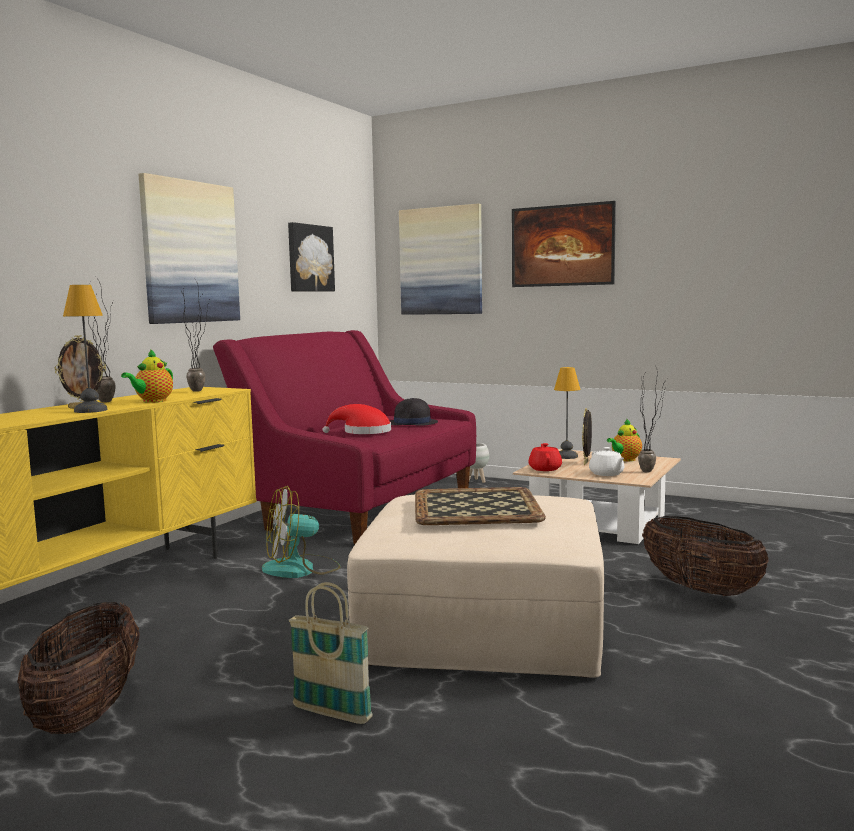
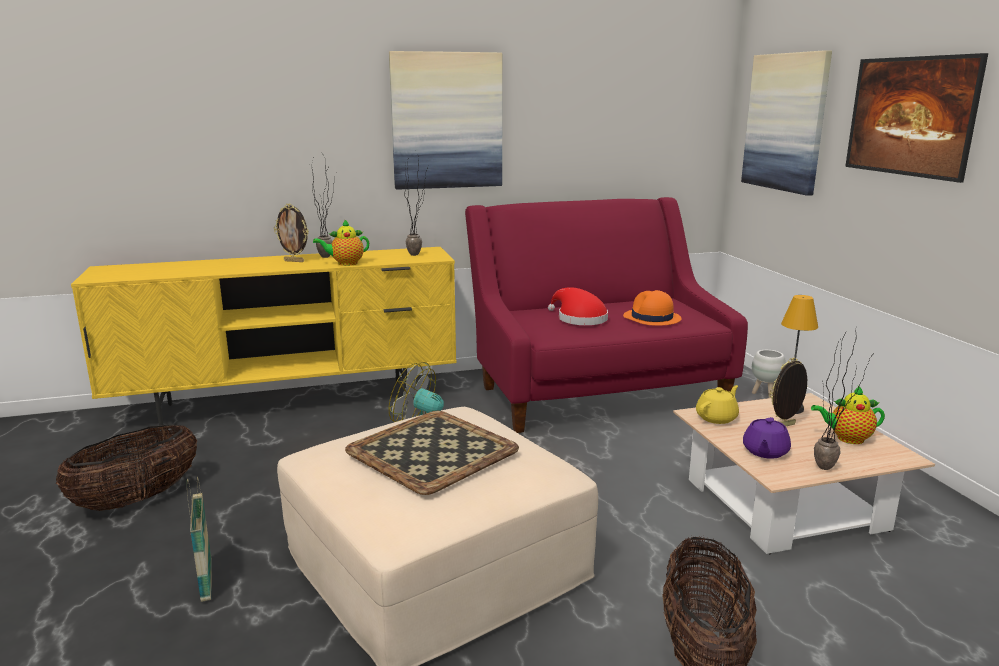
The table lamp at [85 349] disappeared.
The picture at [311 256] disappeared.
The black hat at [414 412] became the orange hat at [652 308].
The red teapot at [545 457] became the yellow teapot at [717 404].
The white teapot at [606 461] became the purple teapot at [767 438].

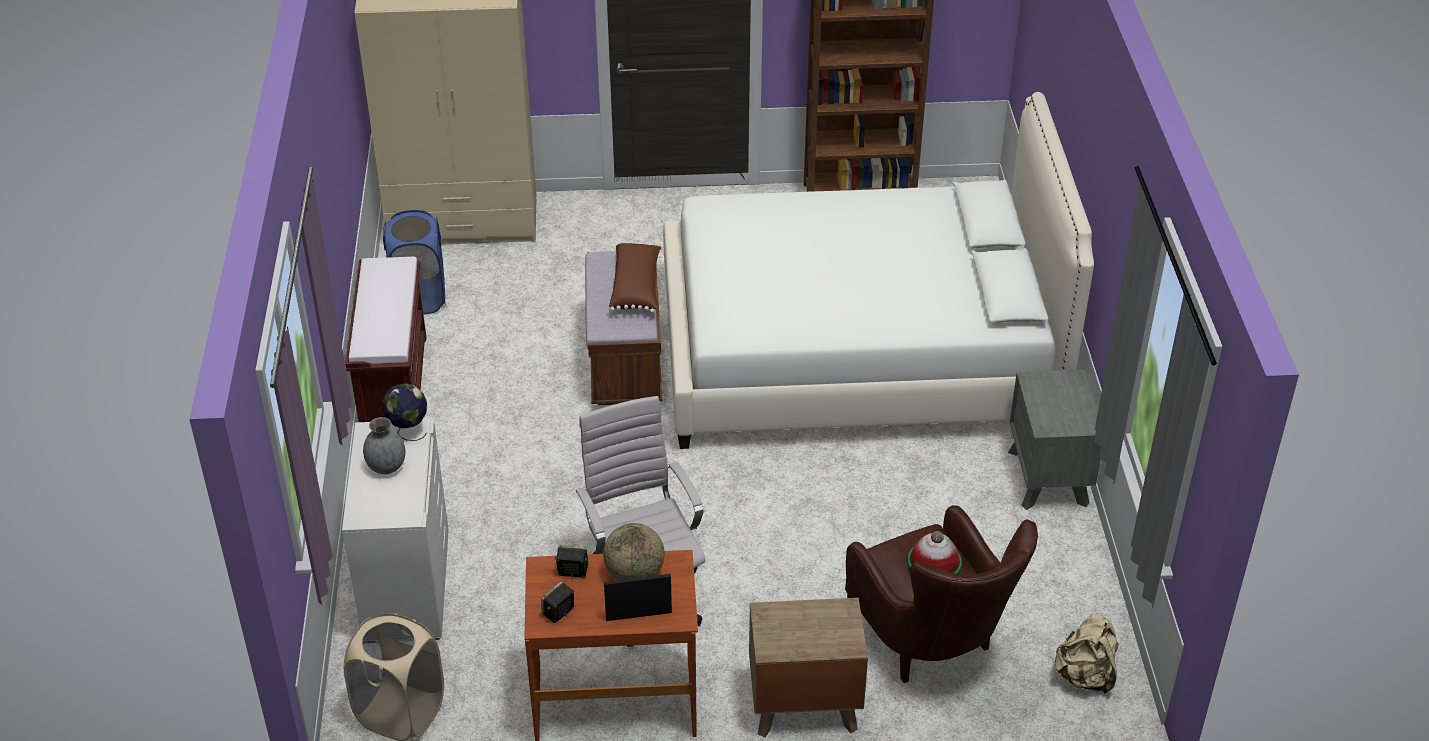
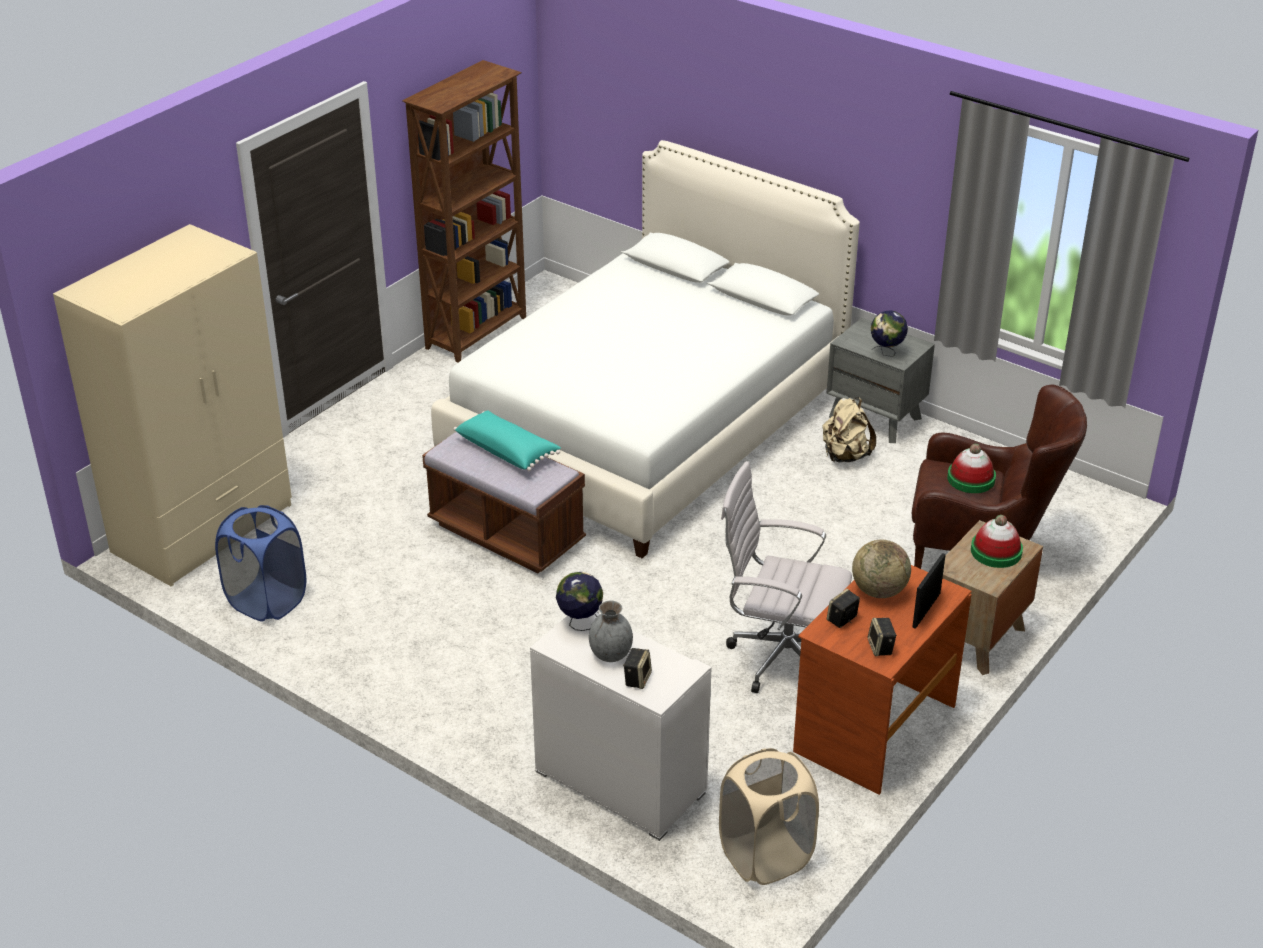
The brown bench at [386 339] disappeared.
The speaker at [637 668] appeared.
The globe at [889 334] appeared.
The hat at [997 541] appeared.
The beige backpack moved from [1085 654] to [849 430].
The brown pillow at [635 278] became the turquoise pillow at [507 440].

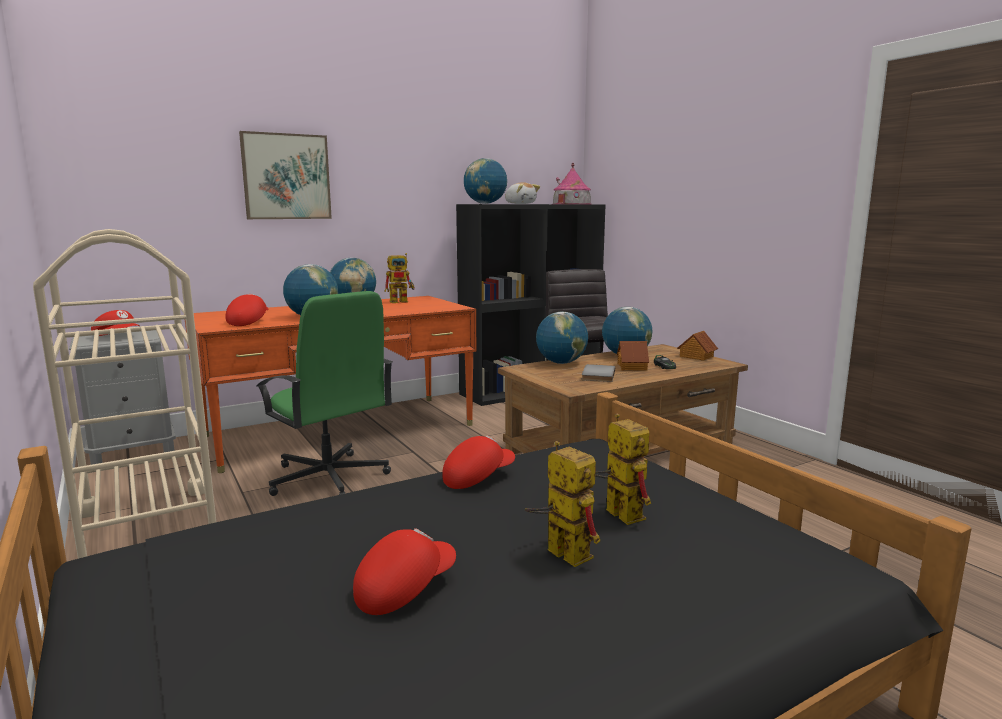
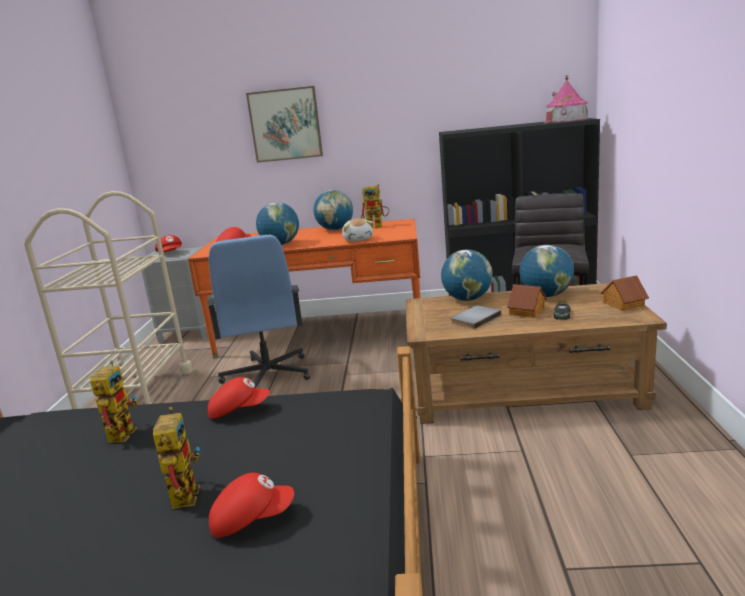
The globe at [485 181] disappeared.
The red cap moved from [404 571] to [251 505].
The plush toy moved from [522 193] to [358 230].
The toy robot moved from [623 469] to [114 401].
The green office chair at [324 393] became the blue office chair at [258 311].

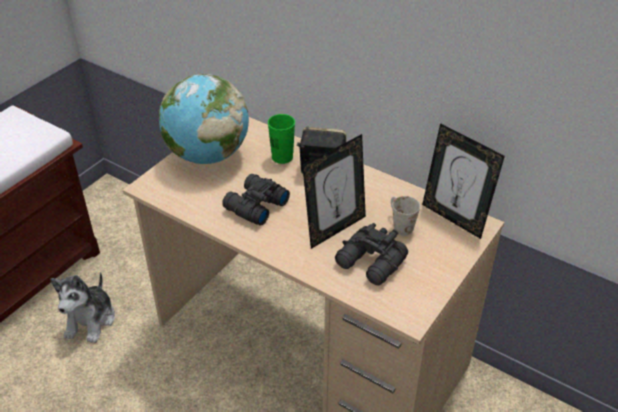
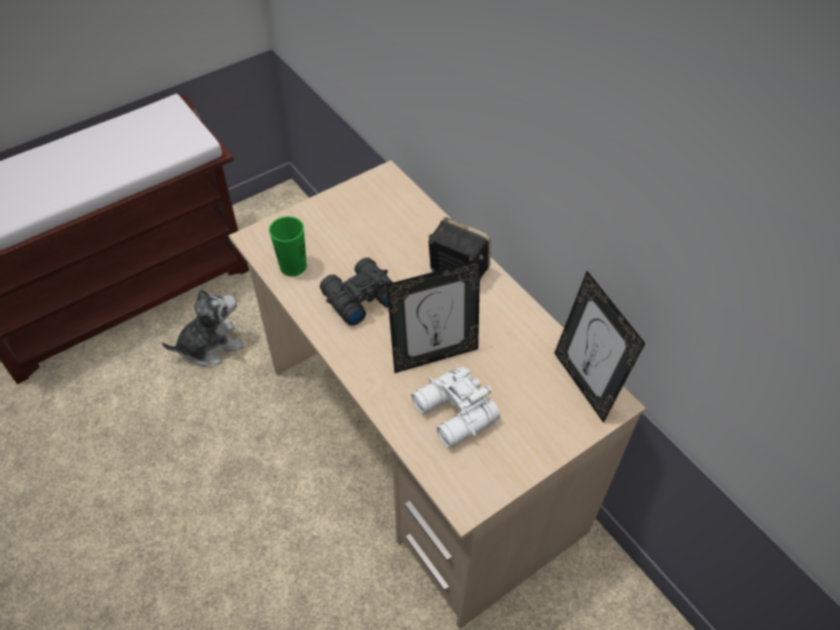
The globe at [204 119] disappeared.
The white mug at [405 216] disappeared.
The green cup moved from [281 139] to [288 246].
The black binoculars at [371 254] became the white binoculars at [455 407].
The plush toy at [82 307] turned 150 degrees counterclockwise.

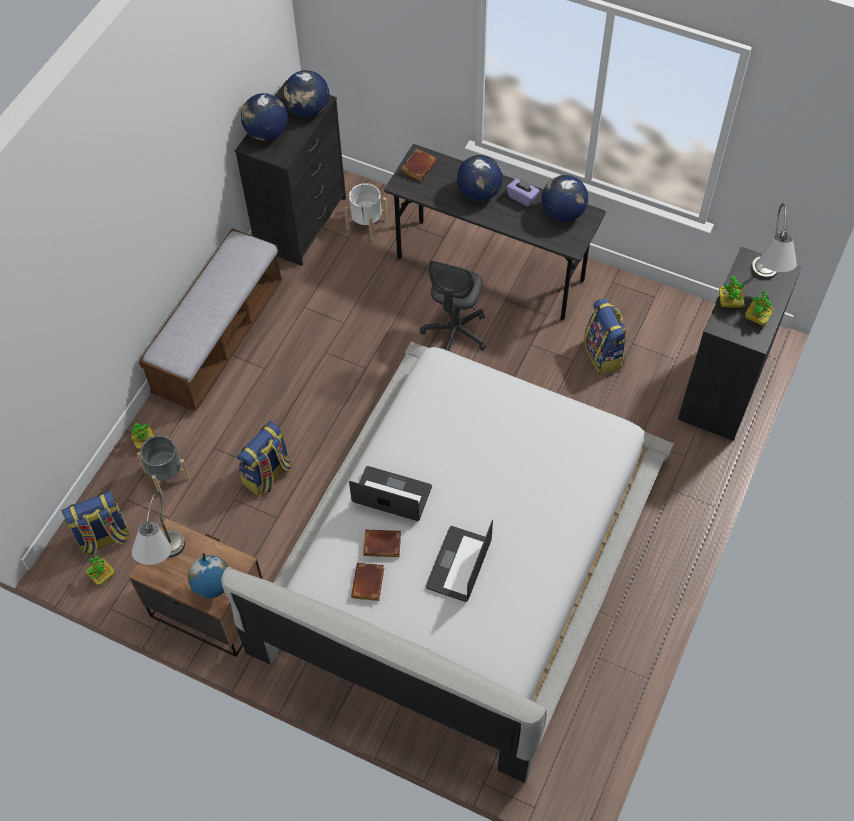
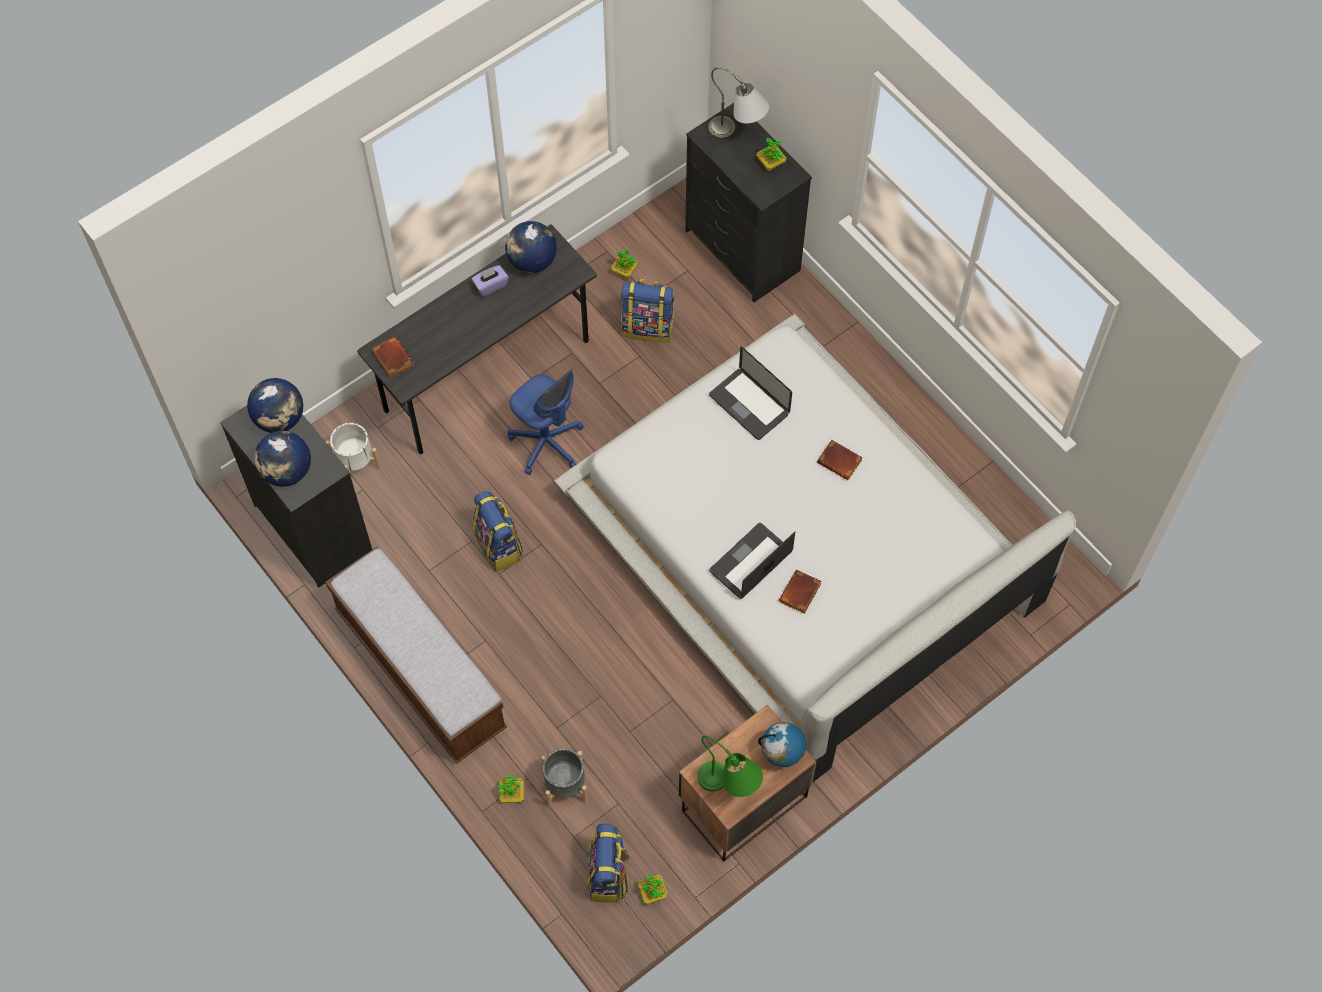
The globe at [480 178] disappeared.
The backpack moved from [264 459] to [498 531].
The brown book moved from [368 582] to [840 460].
The laptop moved from [459 561] to [750 393].
The potted plant moved from [731 292] to [624 264].
The grey table lamp at [158 528] became the green table lamp at [730 766].
The grey office chair at [453 306] became the blue office chair at [546 422].

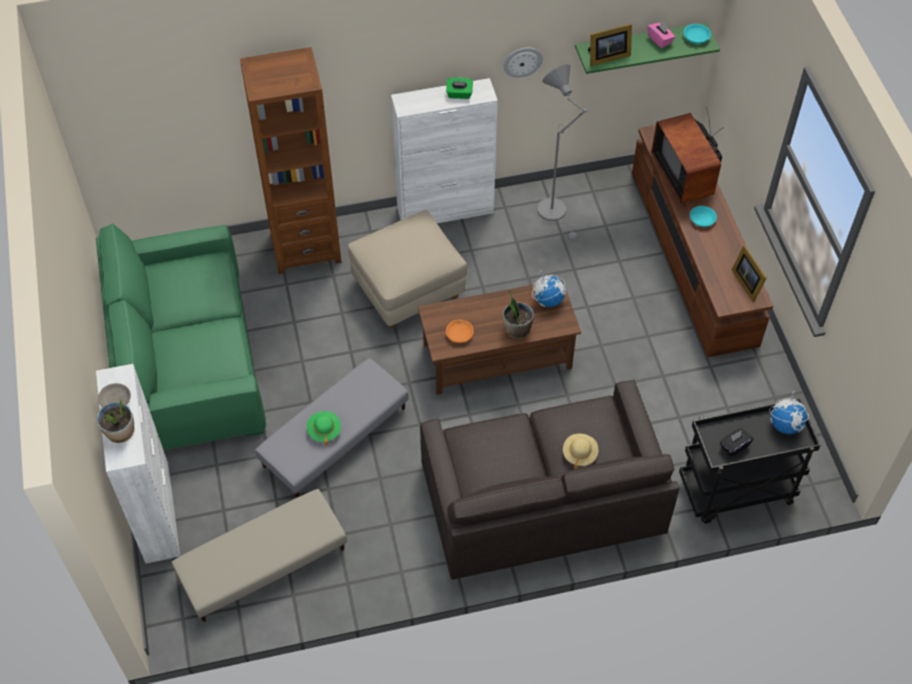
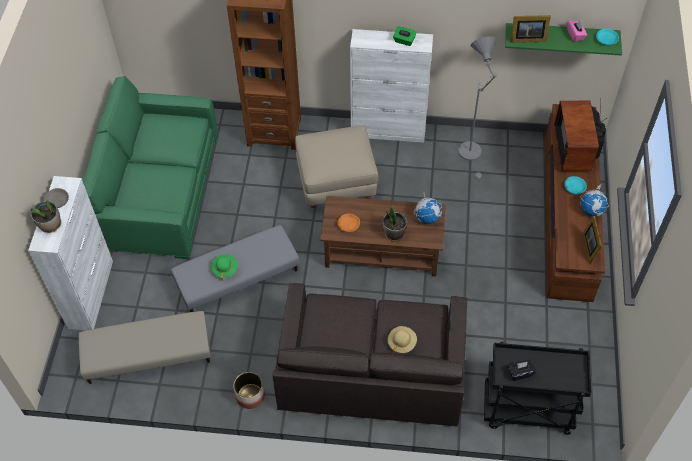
The wall clock at [523 62] disappeared.
The planter at [249 390] appeared.
The globe moved from [789 412] to [594 200].

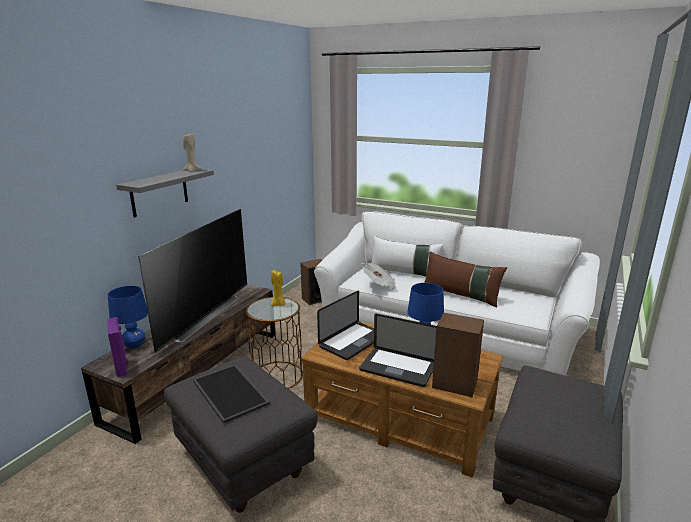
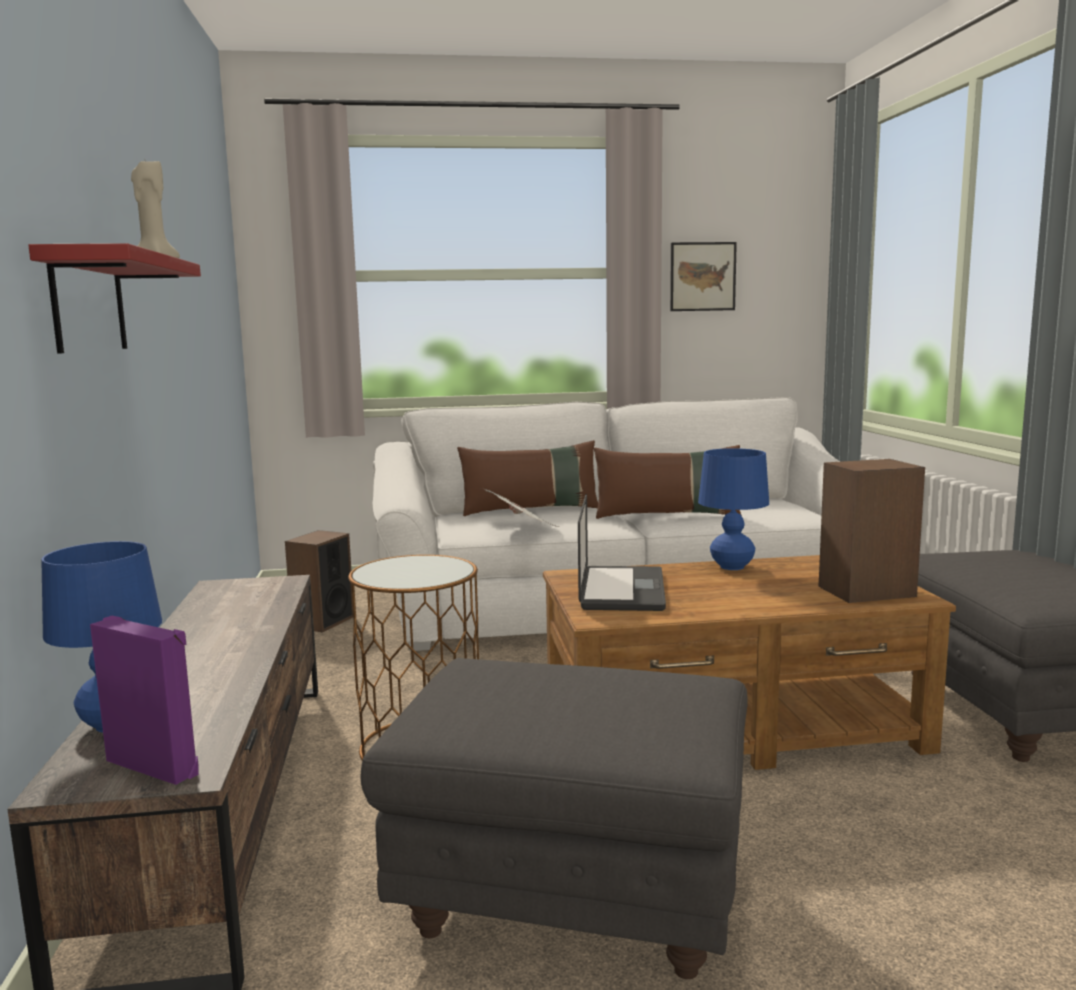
The television at [192 281] disappeared.
The tray at [231 394] disappeared.
The yellow candle at [278 288] disappeared.
The laptop at [397 350] disappeared.
The picture at [703 276] appeared.
The grey shelf at [165 193] became the red shelf at [114 298].
The white pillow at [407 256] became the brown pillow at [527 478].

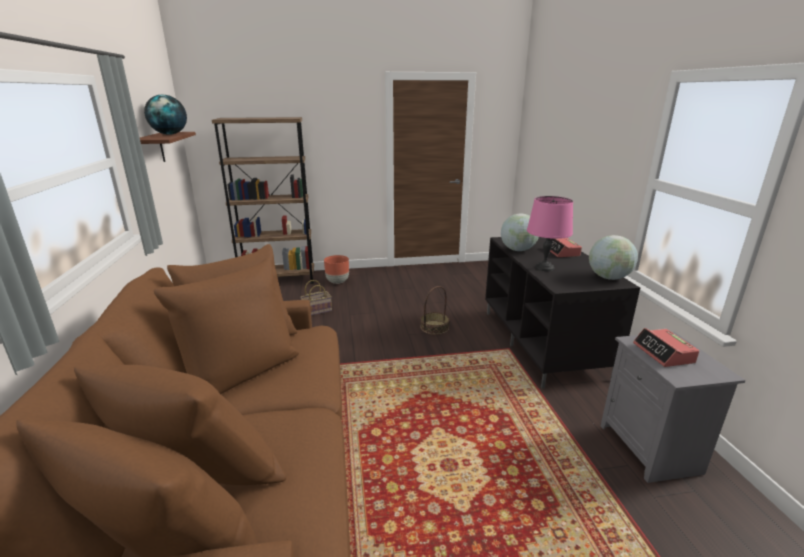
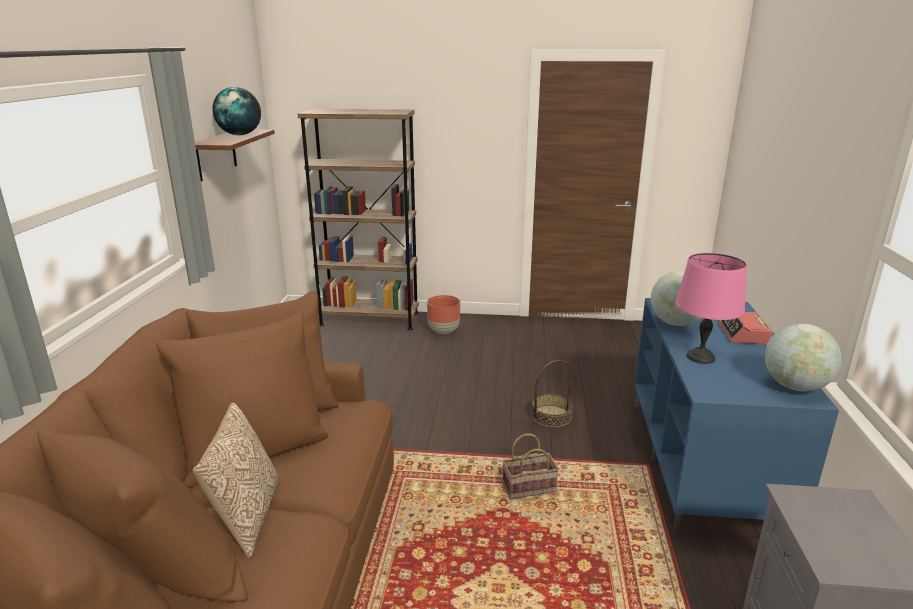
The alarm clock at [666 347] disappeared.
The pillow at [236 480] appeared.
The basket moved from [316 298] to [530 466].
The black tv stand at [562 313] became the blue tv stand at [736 416].

